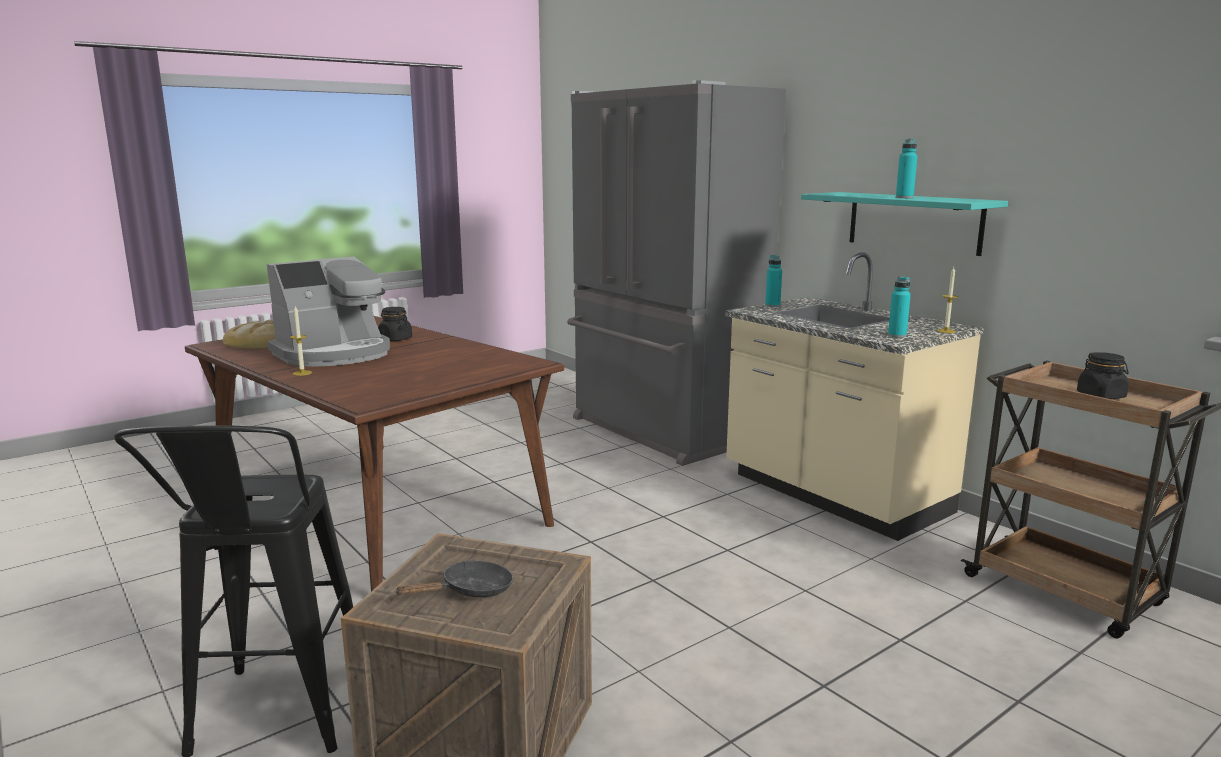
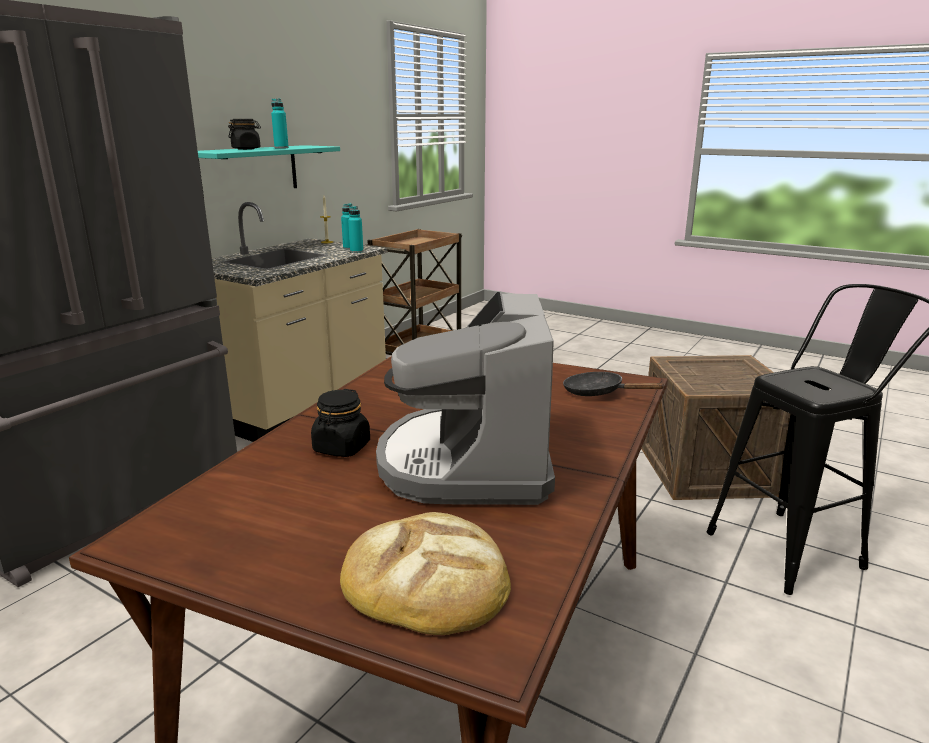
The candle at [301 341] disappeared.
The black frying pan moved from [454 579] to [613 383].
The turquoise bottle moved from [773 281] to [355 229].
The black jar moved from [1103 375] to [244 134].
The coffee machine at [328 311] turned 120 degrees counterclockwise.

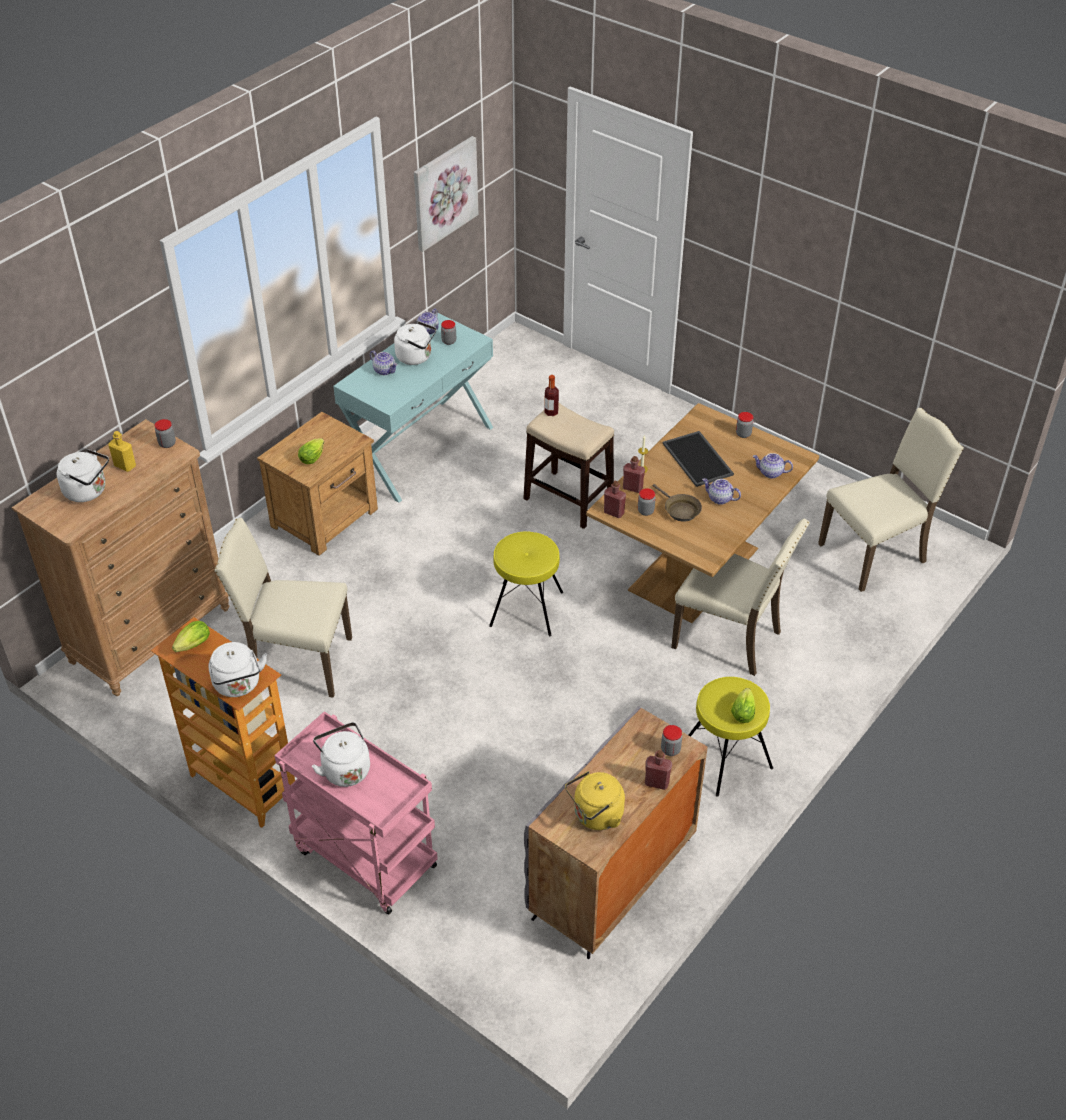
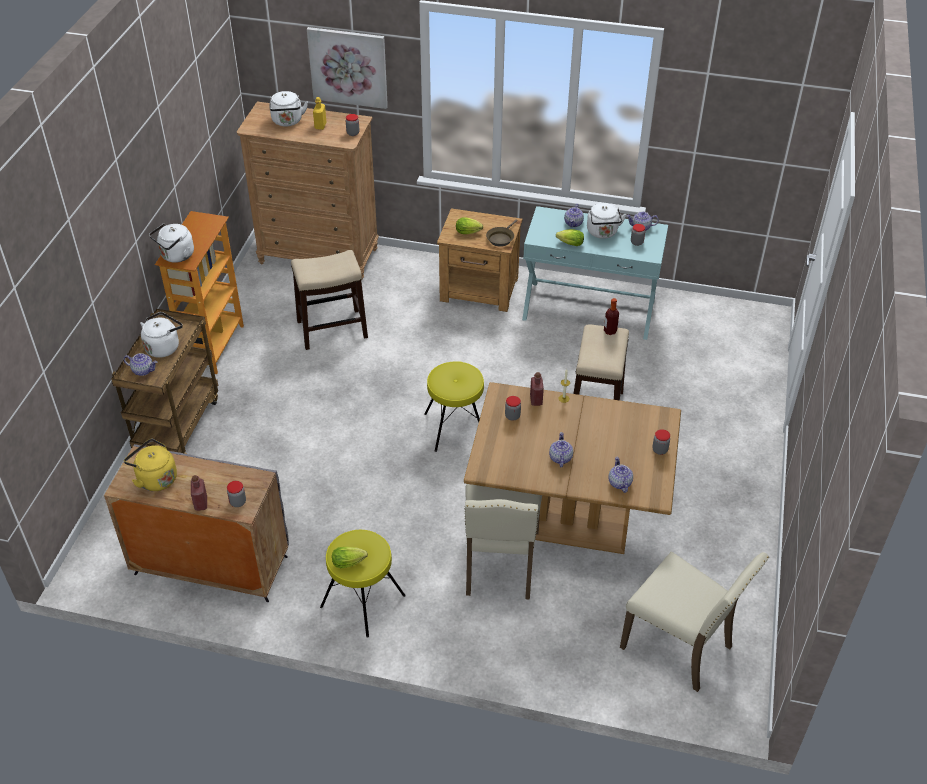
The red bottle at [615 499] disappeared.
The tray at [698 459] disappeared.
The teapot at [140 364] appeared.
The lettuce moved from [191 636] to [570 237].
The picture moved from [446 194] to [347 68].
The brown frying pan moved from [677 503] to [501 233].
The beige chair at [283 608] was replaced by the stool at [329 300].
The pink cart at [356 812] became the brown cart at [164 381].

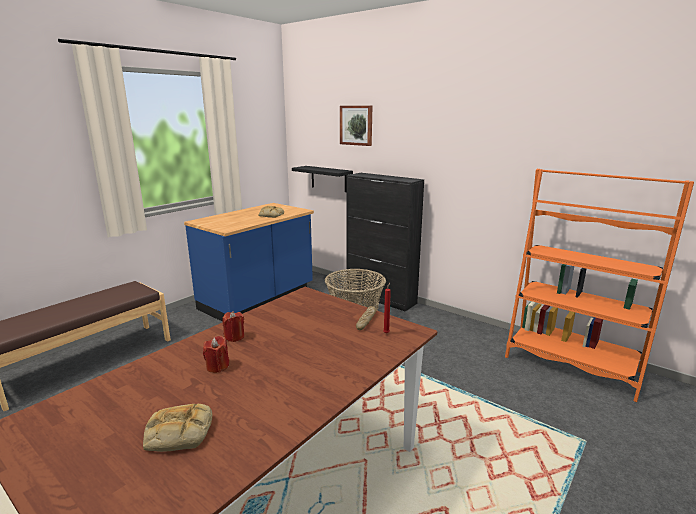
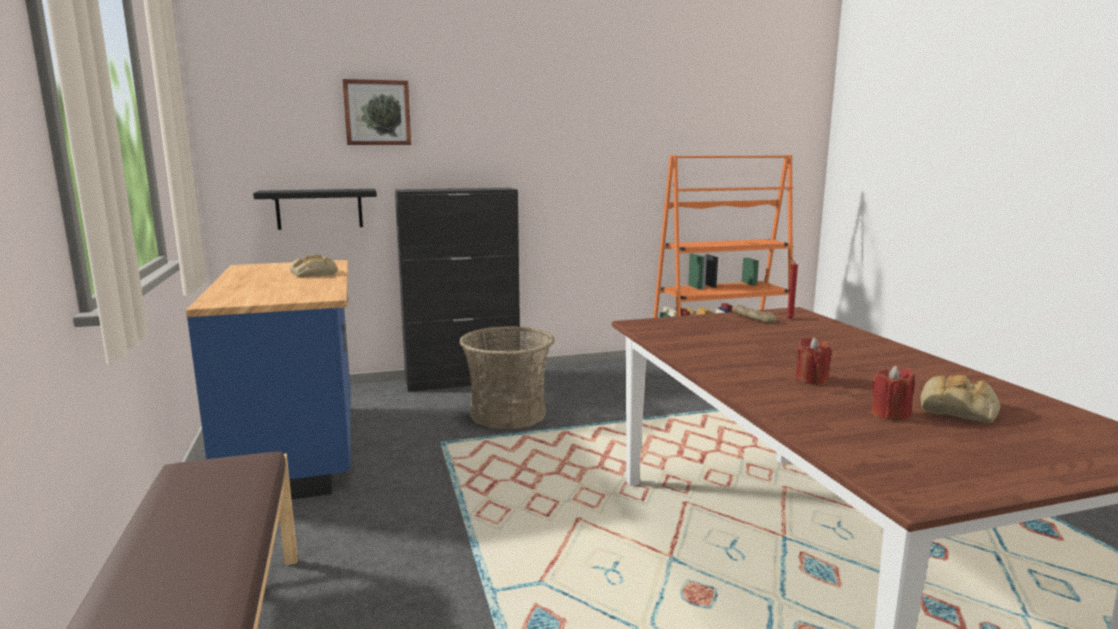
The red candle moved from [233 326] to [893 393].

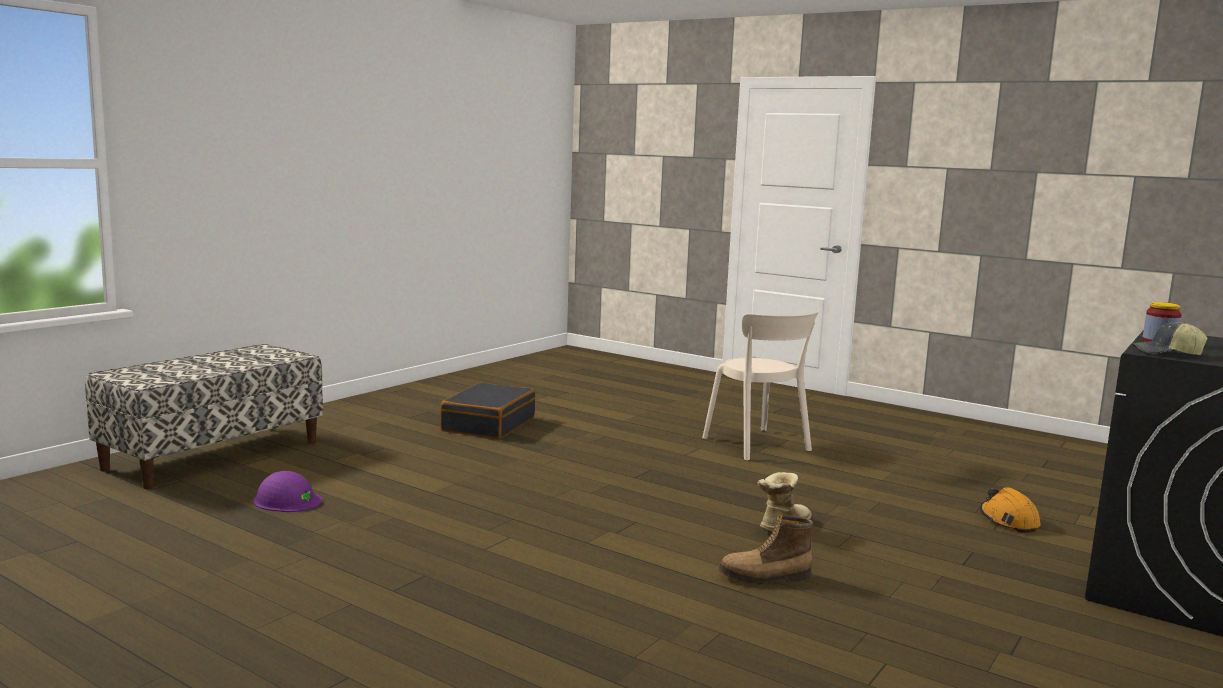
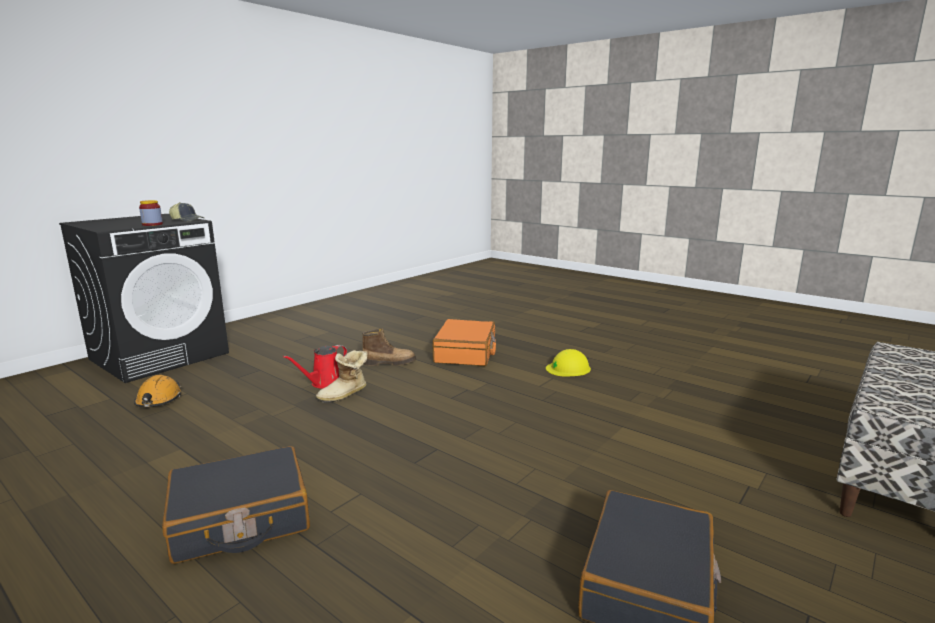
The purple hard hat at [287 491] disappeared.
The red watering can at [315 367] appeared.
The orange suitcase at [464 342] appeared.
The yellow hard hat at [568 363] appeared.
The beige chair at [761 385] was replaced by the black suitcase at [236 505].

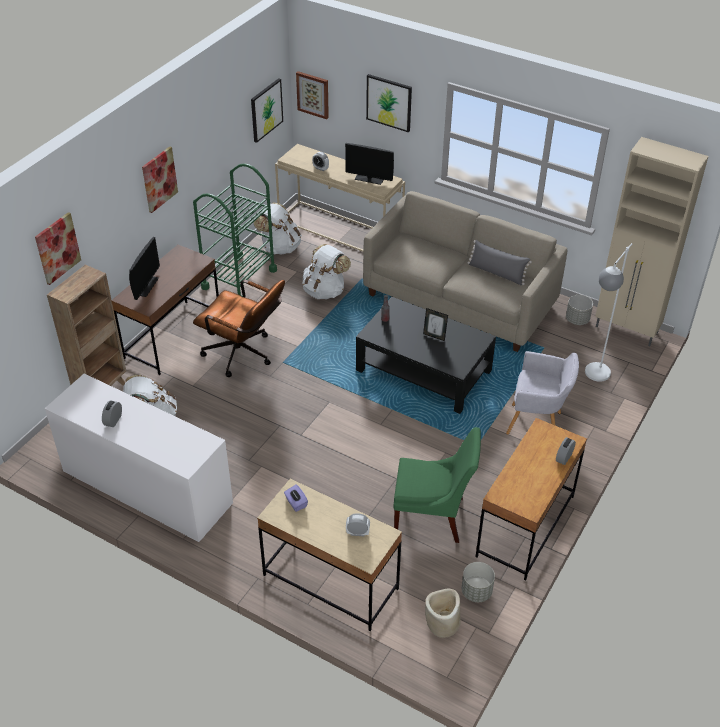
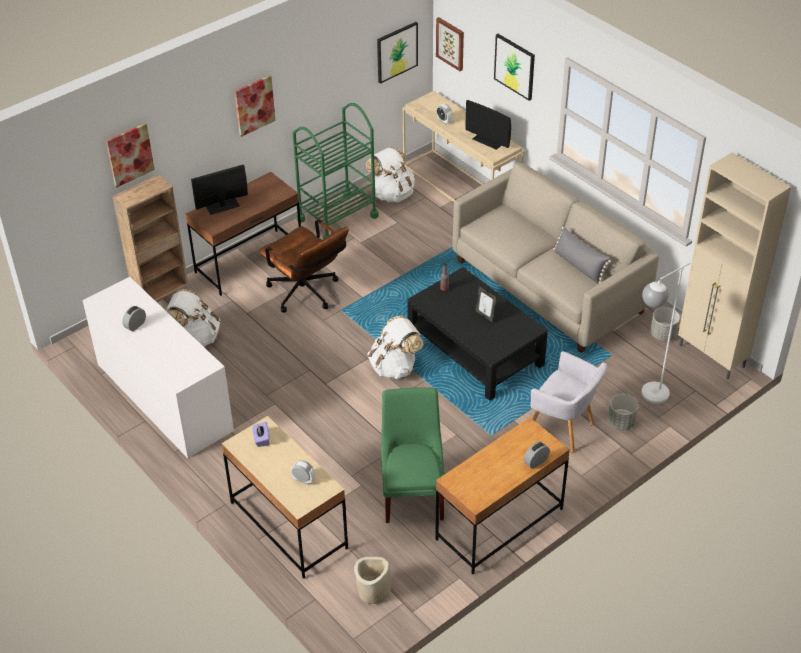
The white backpack moved from [327 271] to [395 347].
The grey planter moved from [478 582] to [623 412].
The monitor at [144 268] turned 150 degrees counterclockwise.
The green chair at [437 485] turned 120 degrees counterclockwise.

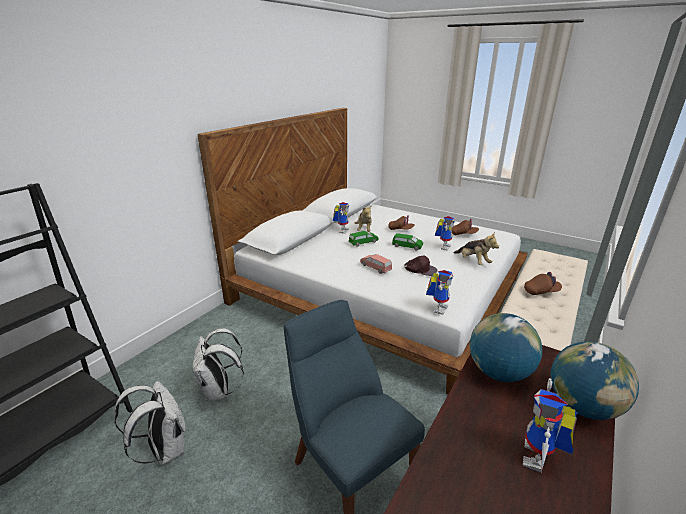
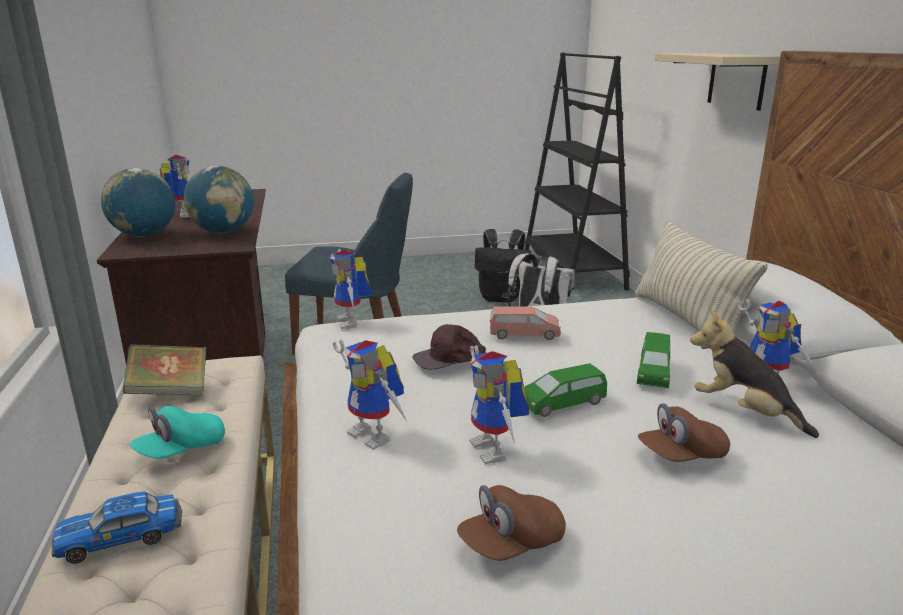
The toy car at [117 527] appeared.
The book at [164 370] appeared.
The pillow at [701 276] appeared.
The beige shelf at [717 82] appeared.
The plush toy at [476 248] was replaced by the toy robot at [370 394].
The white backpack at [149 423] became the black backpack at [503 265].
The brown cap at [543 283] became the turquoise cap at [177 432].

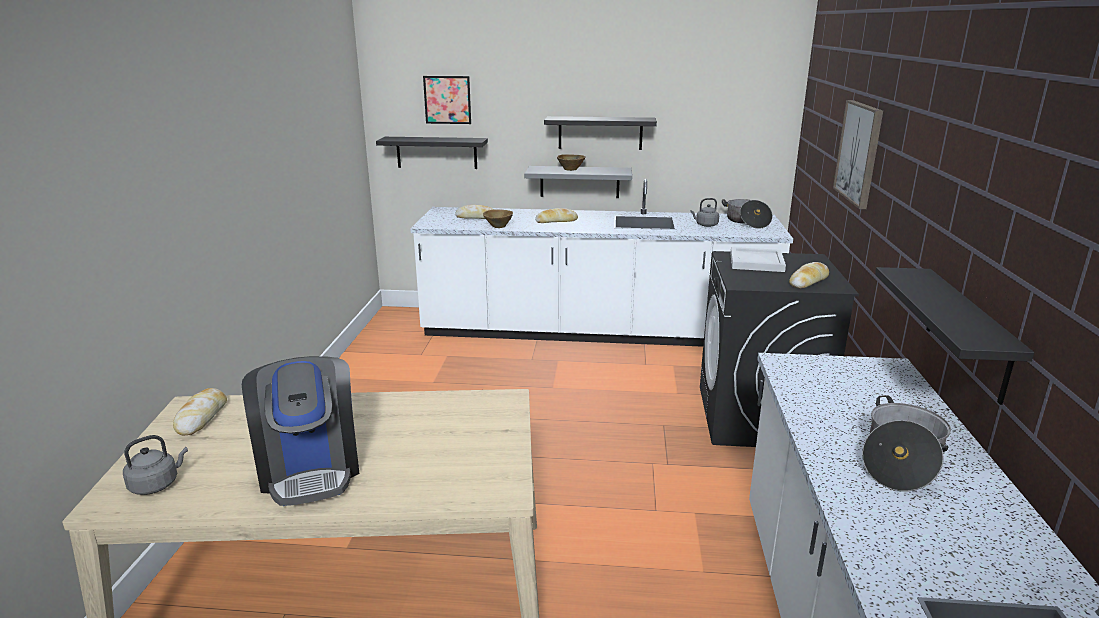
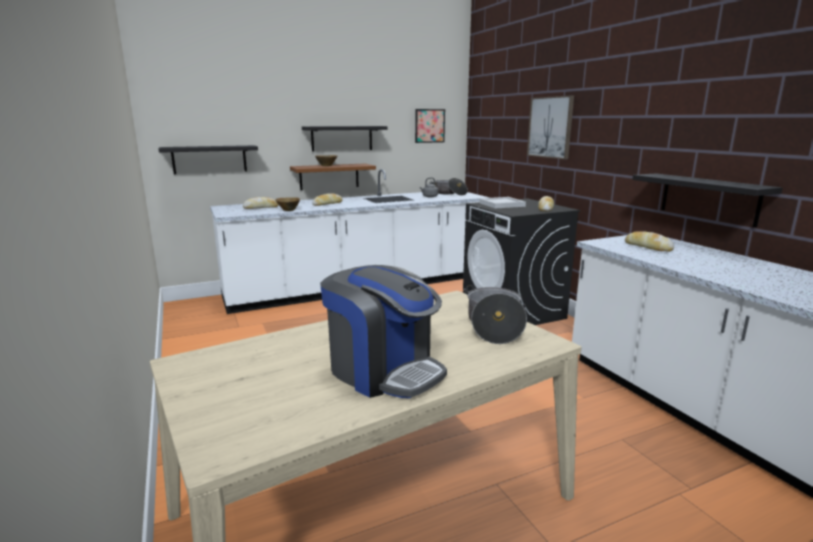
The grey kettle at [155 465] disappeared.
The bread moved from [200 411] to [649 241].
The picture moved from [447 100] to [430 126].
The cooking pot moved from [906 443] to [496 314].
The grey shelf at [578 182] became the brown shelf at [333 176].

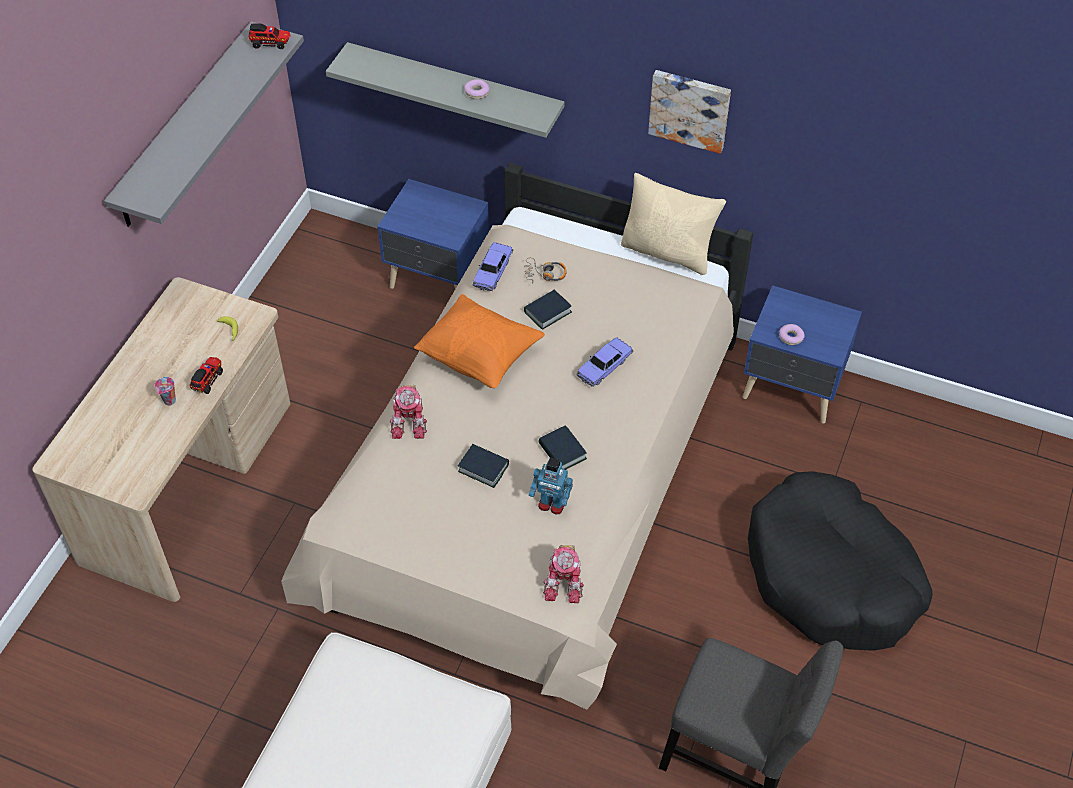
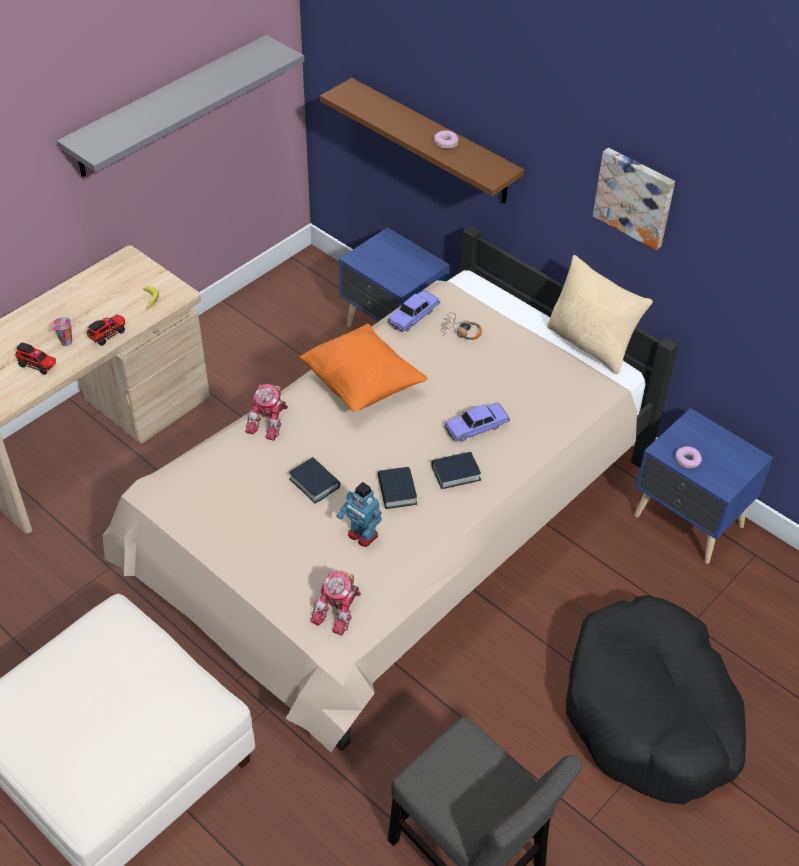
The toy truck moved from [269 36] to [35 358].
The book moved from [548 309] to [456 470].
The grey shelf at [445 90] became the brown shelf at [422 140].

